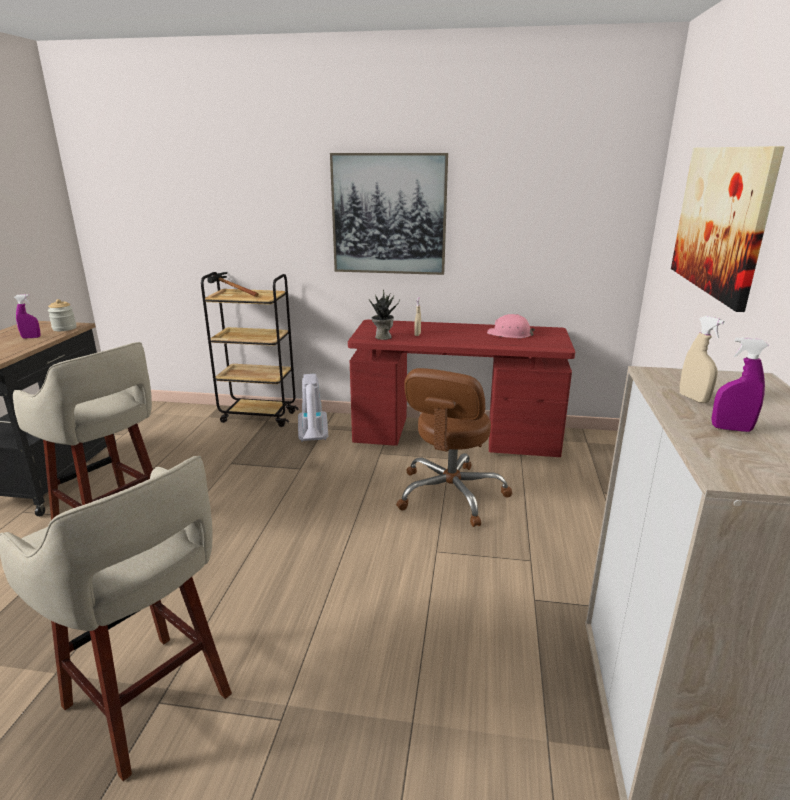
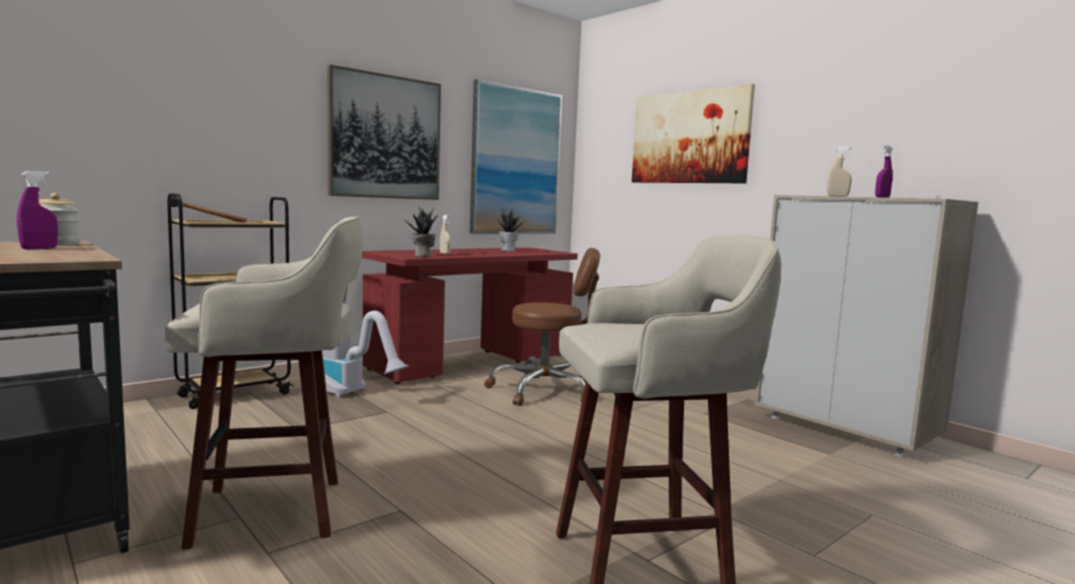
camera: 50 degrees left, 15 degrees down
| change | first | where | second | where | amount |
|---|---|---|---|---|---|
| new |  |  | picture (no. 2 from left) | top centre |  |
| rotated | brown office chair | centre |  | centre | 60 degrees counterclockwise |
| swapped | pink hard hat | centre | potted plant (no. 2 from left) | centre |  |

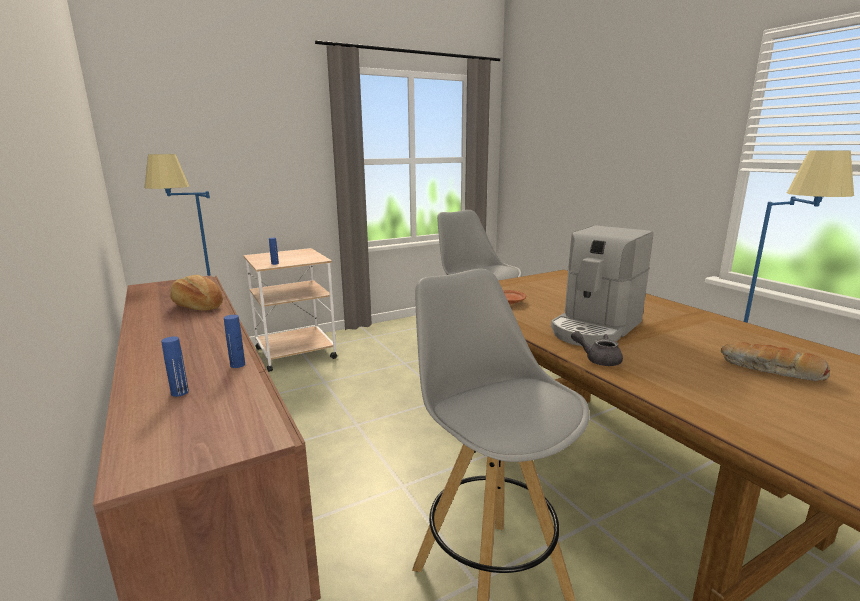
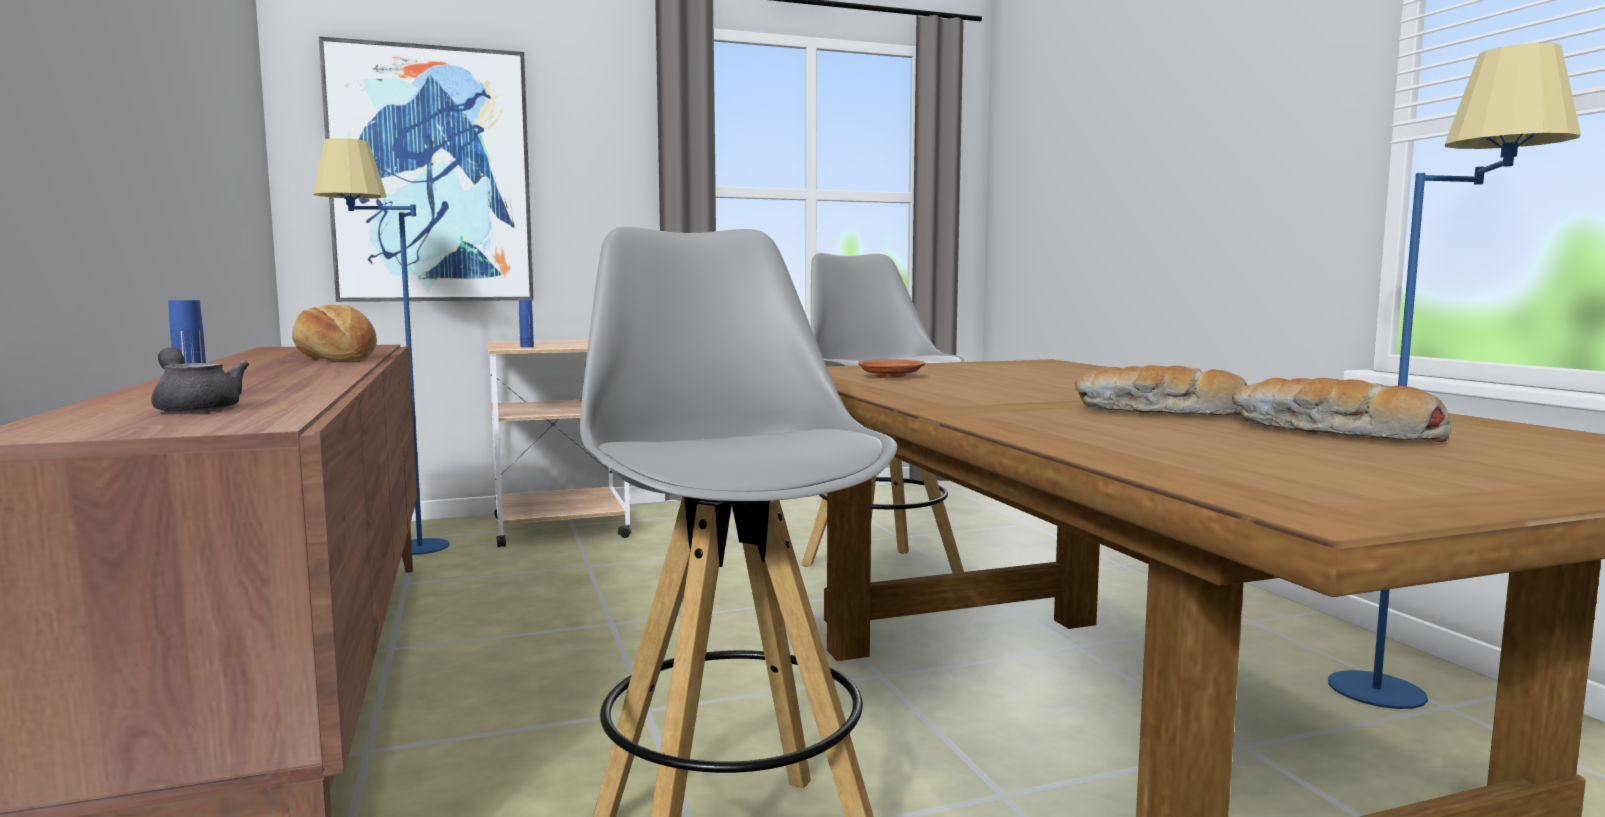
camera: 10 degrees right, 10 degrees down
| change | first | where | second | where | amount |
|---|---|---|---|---|---|
| shifted | grey teapot | middle right |  | middle left |  |
| new |  |  | picture | top left |  |
| new |  |  | bread (no. 2 from left) | middle right |  |
| gone | blue bottle (no. 2 from left) | middle left |  |  |  |
| gone | coffee machine | middle right |  |  |  |

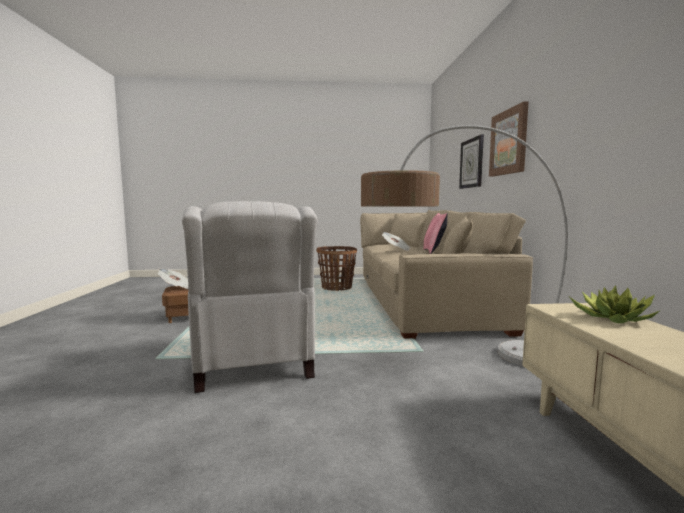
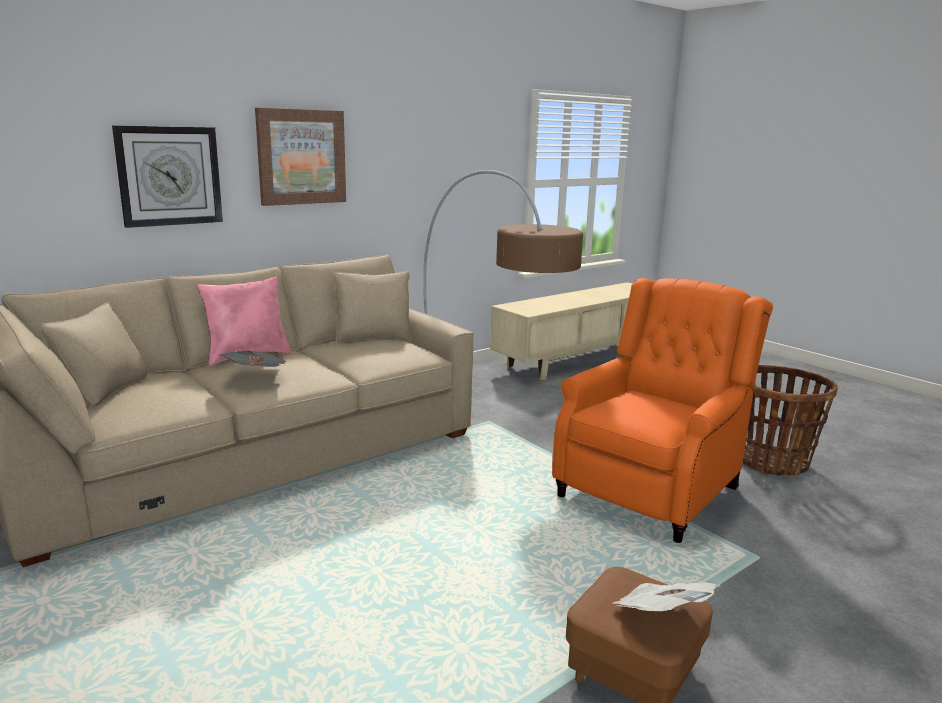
camera: 125 degrees left, 10 degrees up
| change | first | where | second | where | amount |
|---|---|---|---|---|---|
| repainted | white armchair | centre | orange armchair | middle right |  |
| shifted | basket | centre |  | middle right |  |
| gone | potted plant | middle right |  |  |  |

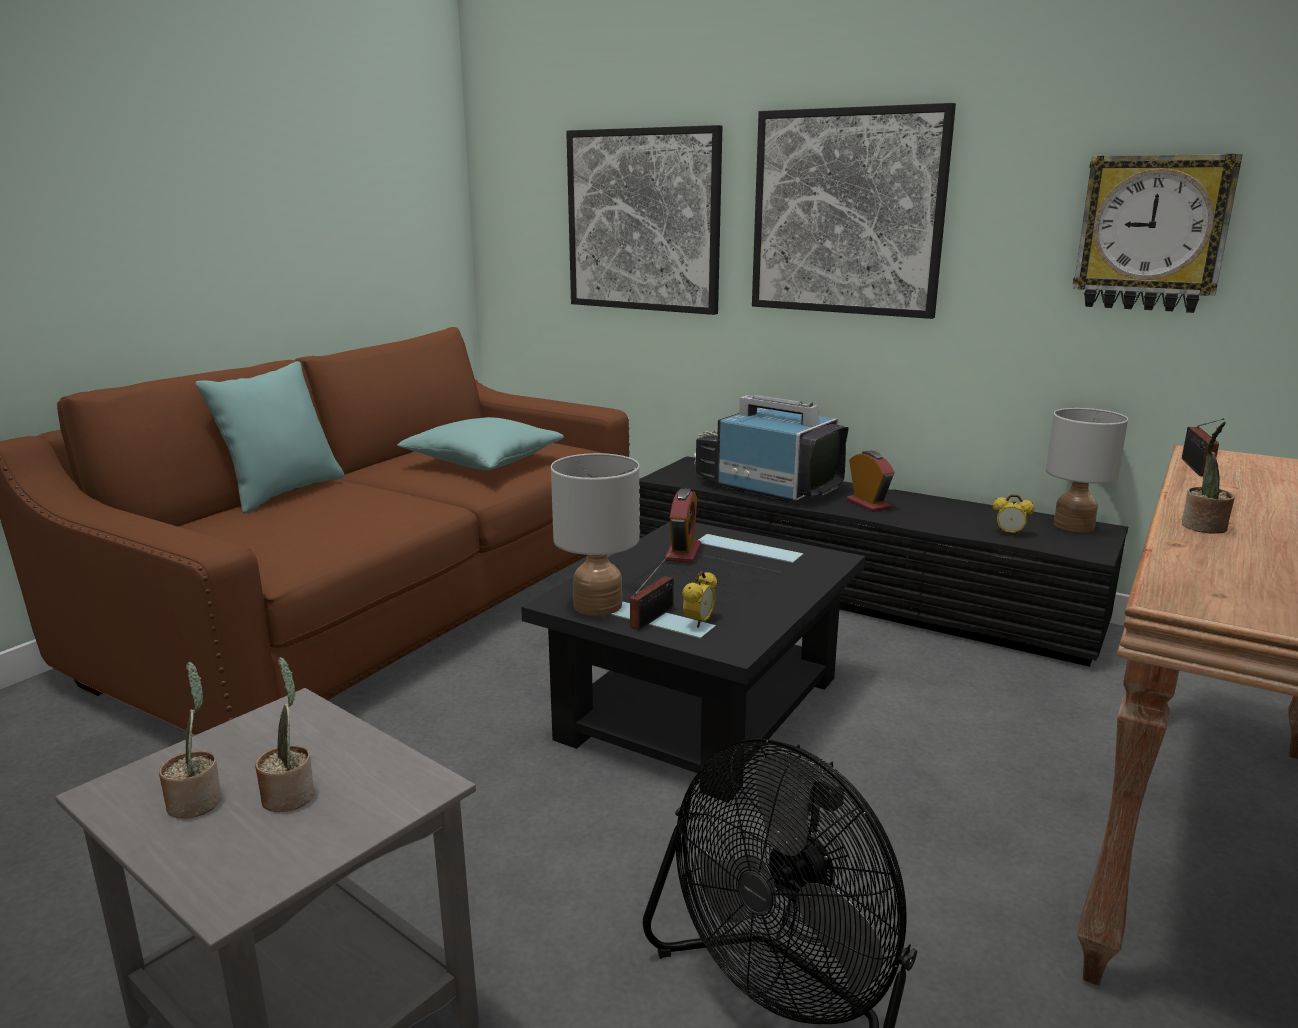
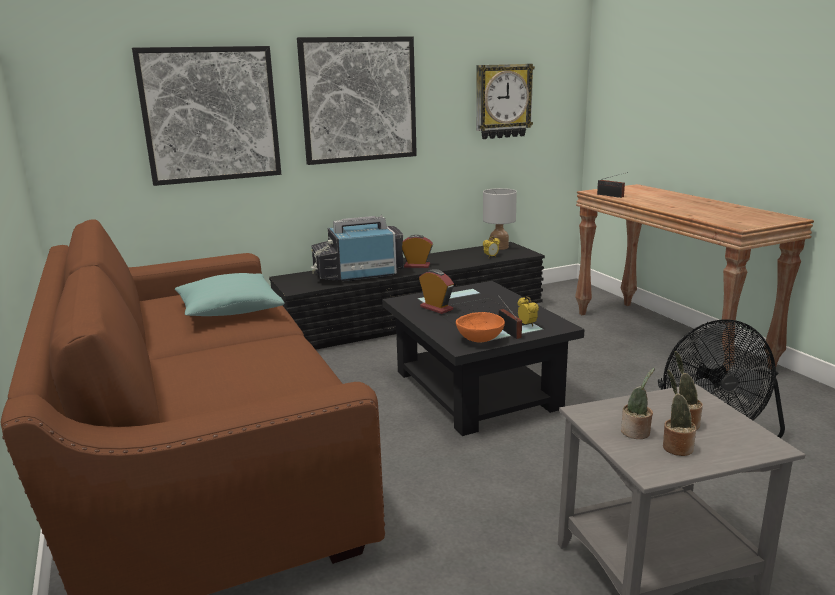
camera: 55 degrees left, 0 degrees up
| change | first | where | second | where | amount |
|---|---|---|---|---|---|
| swapped | grey table lamp (no. 1 from left) | centre | orange bowl | centre |  |
| shifted | potted plant (no. 3 from left in the first image) | middle right | potted plant (no. 1 from left) | bottom right |  |
| gone | turquoise pillow (no. 1 from left) | middle left |  |  |  |

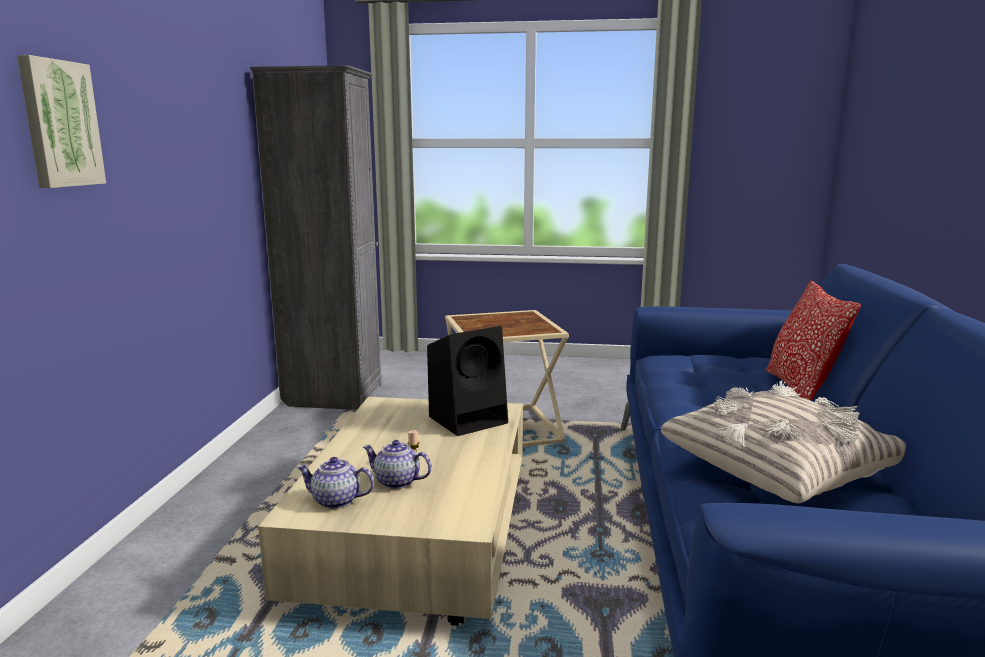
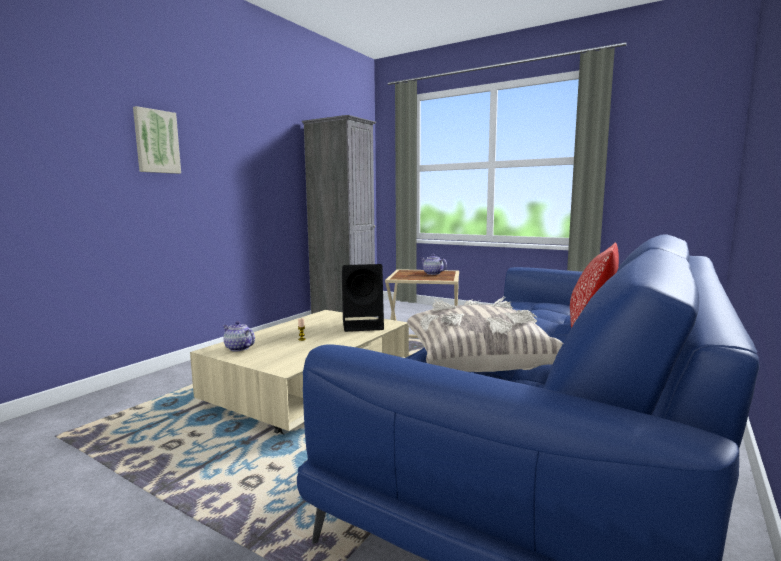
camera: 25 degrees right, 5 degrees down
| change | first | where | second | where | amount |
|---|---|---|---|---|---|
| shifted | teapot (no. 2 from left) | bottom centre |  | centre |  |

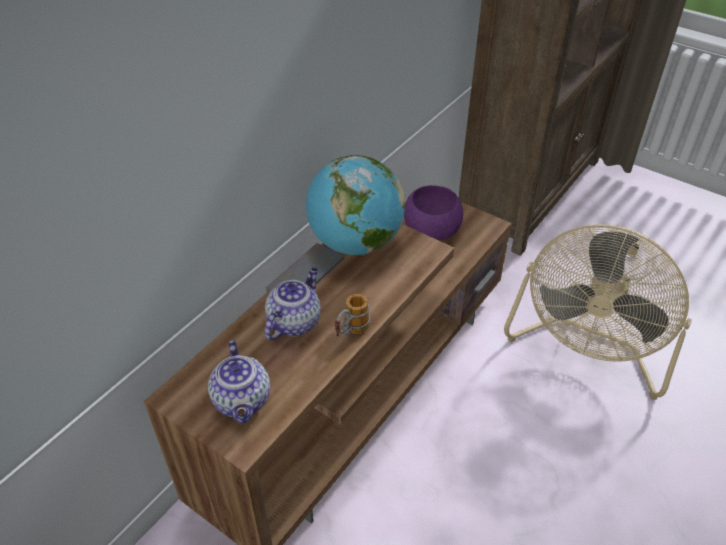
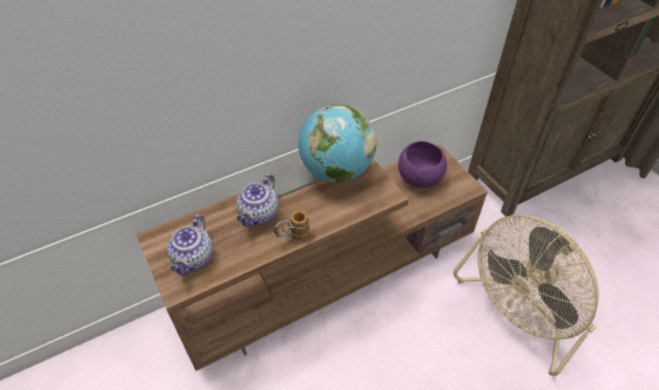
camera: 25 degrees right, 5 degrees up
| change | first | where | second | where | amount |
|---|---|---|---|---|---|
| rotated | teapot (no. 2 from left) | centre |  | centre | 150 degrees clockwise |

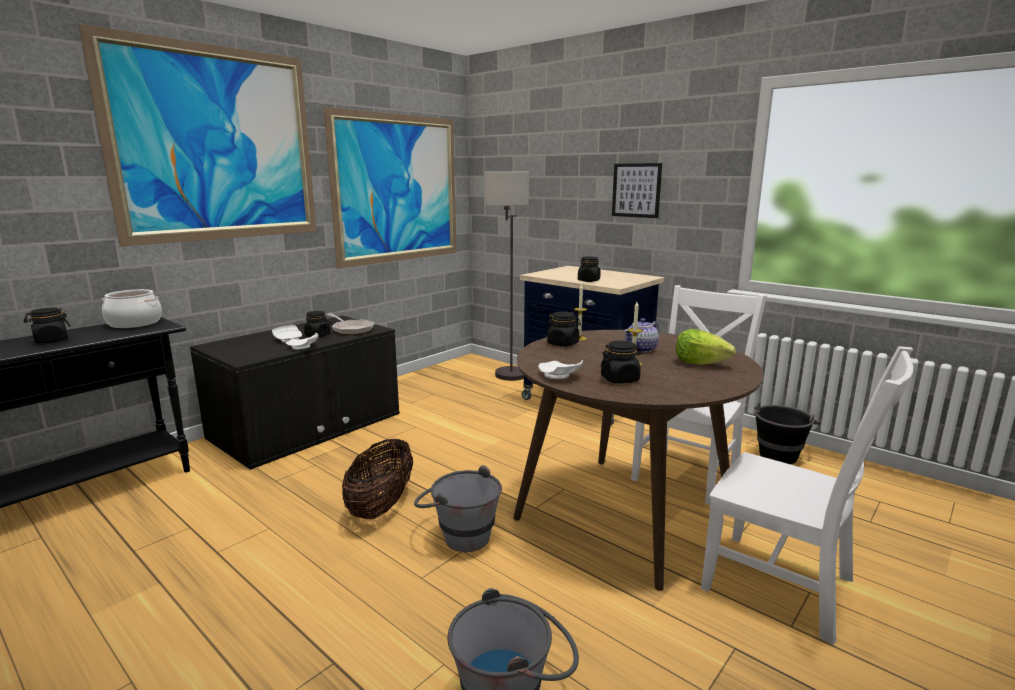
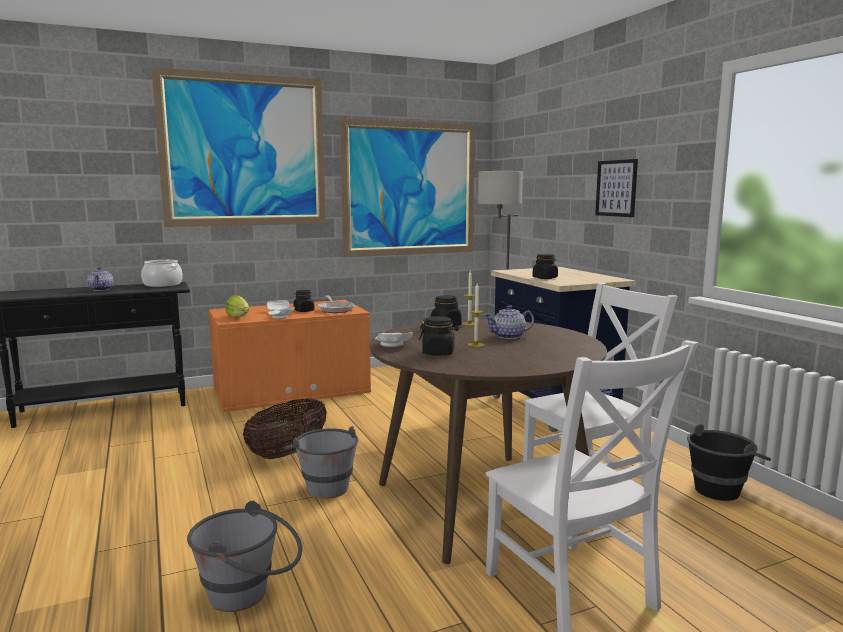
camera: 25 degrees right, 5 degrees down
| change | first | where | second | where | amount |
|---|---|---|---|---|---|
| swapped | black jar (no. 1 from left) | middle left | teapot (no. 1 from left) | middle left |  |
| repainted | black cabinet | middle left | orange cabinet | centre |  |
| shifted | lettuce | middle right |  | middle left |  |

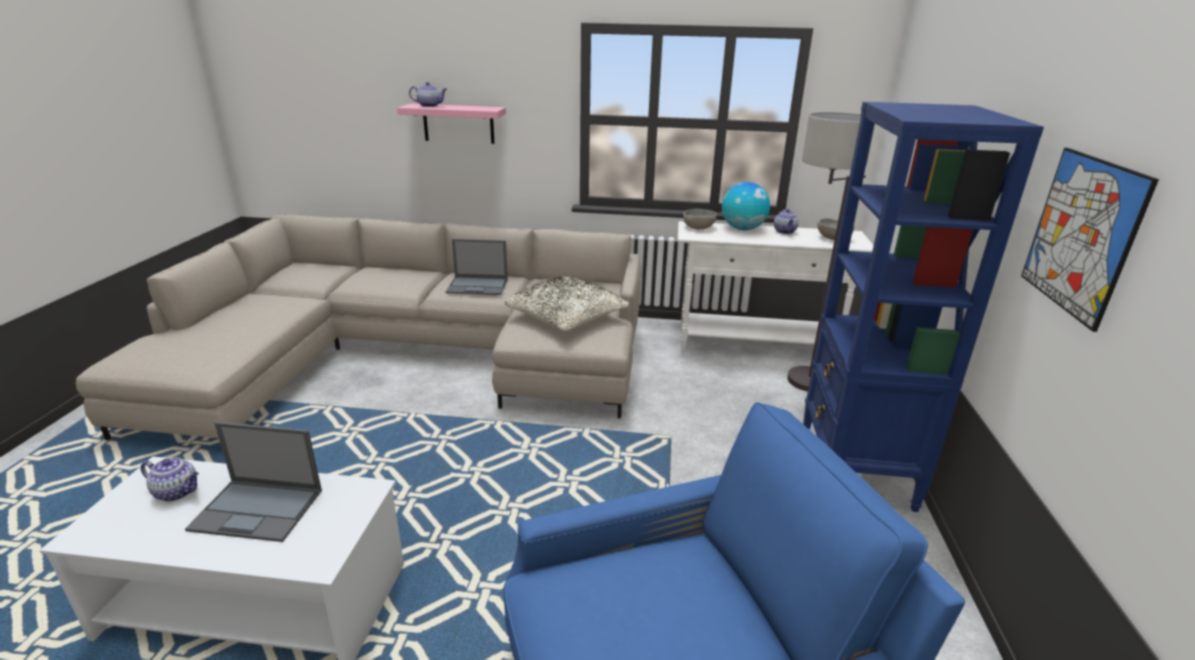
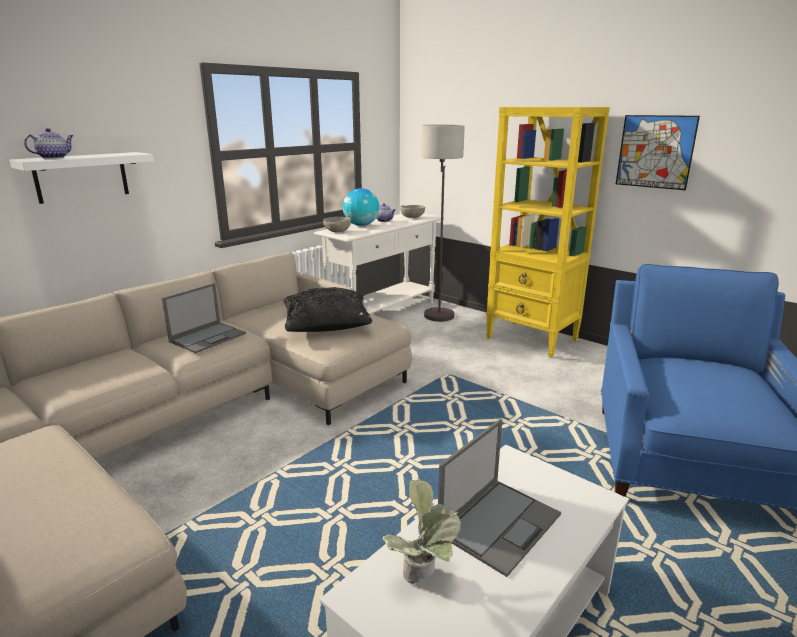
camera: 55 degrees left, 5 degrees down
| change | first | where | second | where | amount |
|---|---|---|---|---|---|
| repainted | pink shelf | top centre | white shelf | top left |  |
| repainted | beige pillow | centre | black pillow | centre |  |
| swapped | teapot (no. 1 from left) | bottom left | potted plant | bottom centre |  |
| repainted | blue bookcase | middle right | yellow bookcase | middle right |  |

